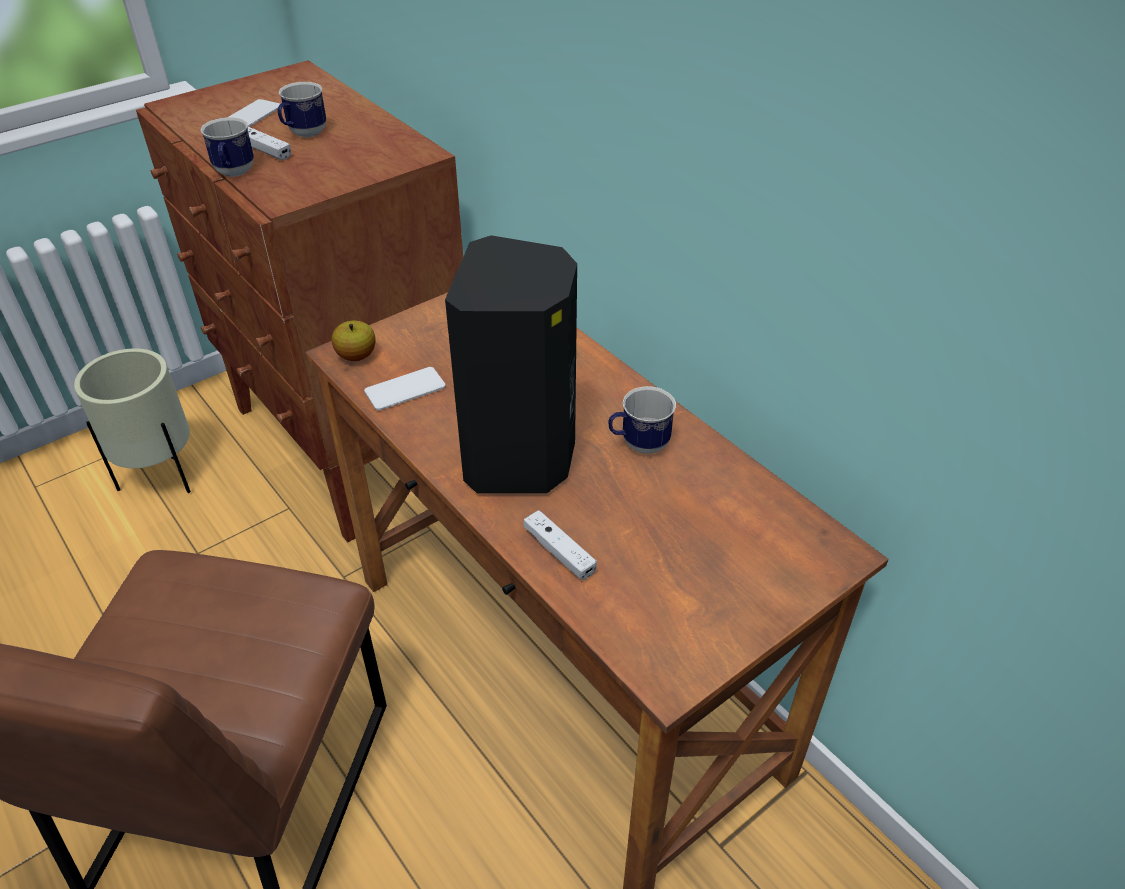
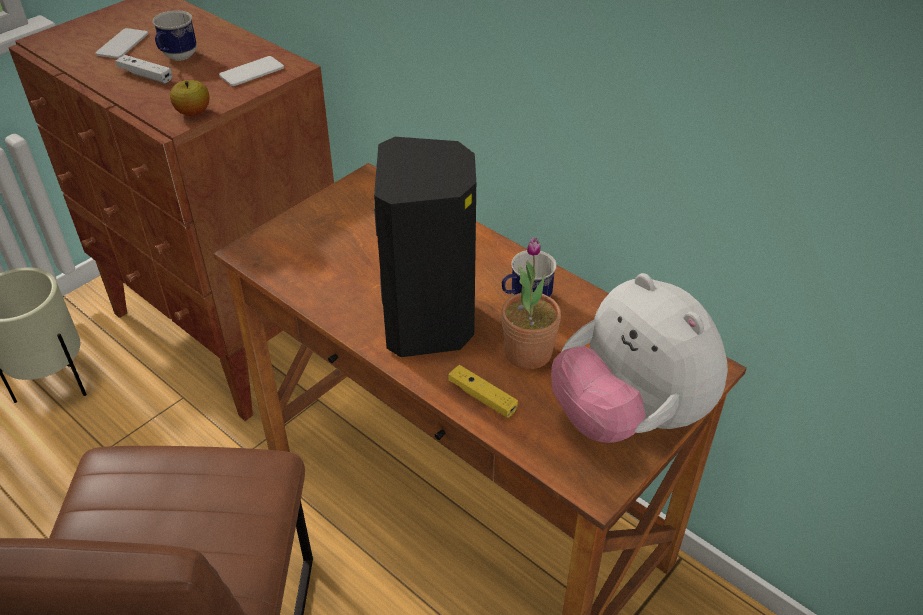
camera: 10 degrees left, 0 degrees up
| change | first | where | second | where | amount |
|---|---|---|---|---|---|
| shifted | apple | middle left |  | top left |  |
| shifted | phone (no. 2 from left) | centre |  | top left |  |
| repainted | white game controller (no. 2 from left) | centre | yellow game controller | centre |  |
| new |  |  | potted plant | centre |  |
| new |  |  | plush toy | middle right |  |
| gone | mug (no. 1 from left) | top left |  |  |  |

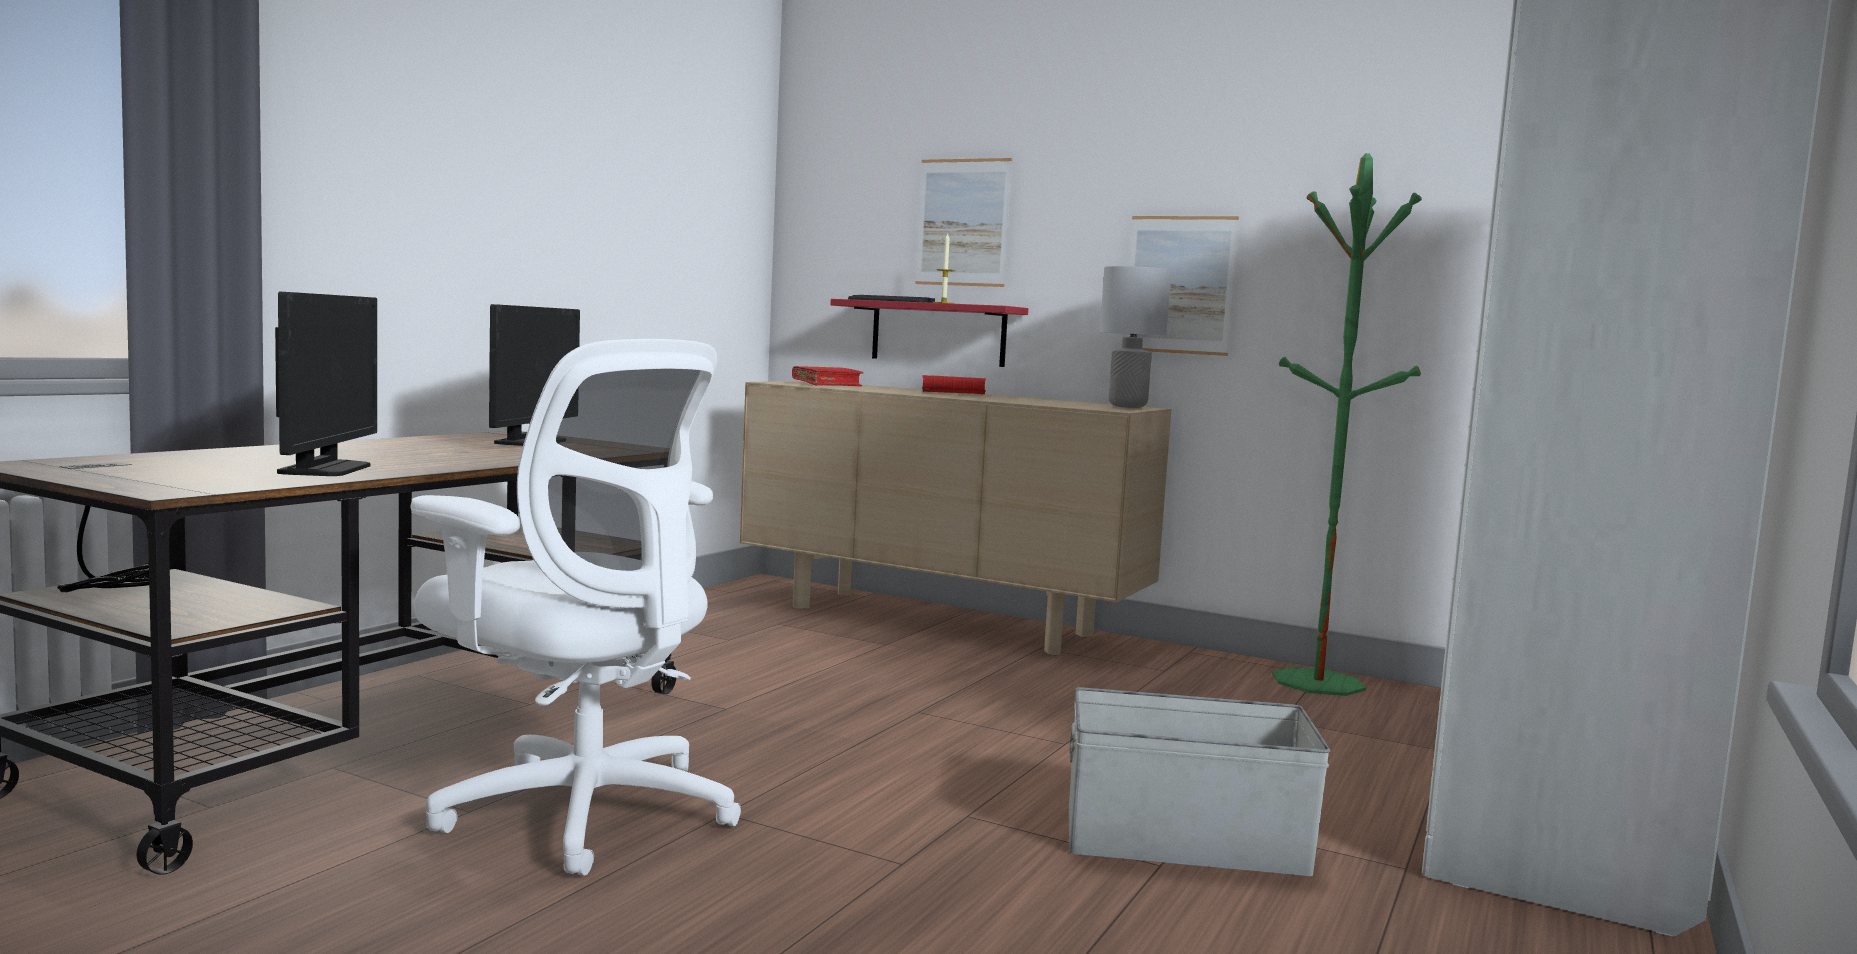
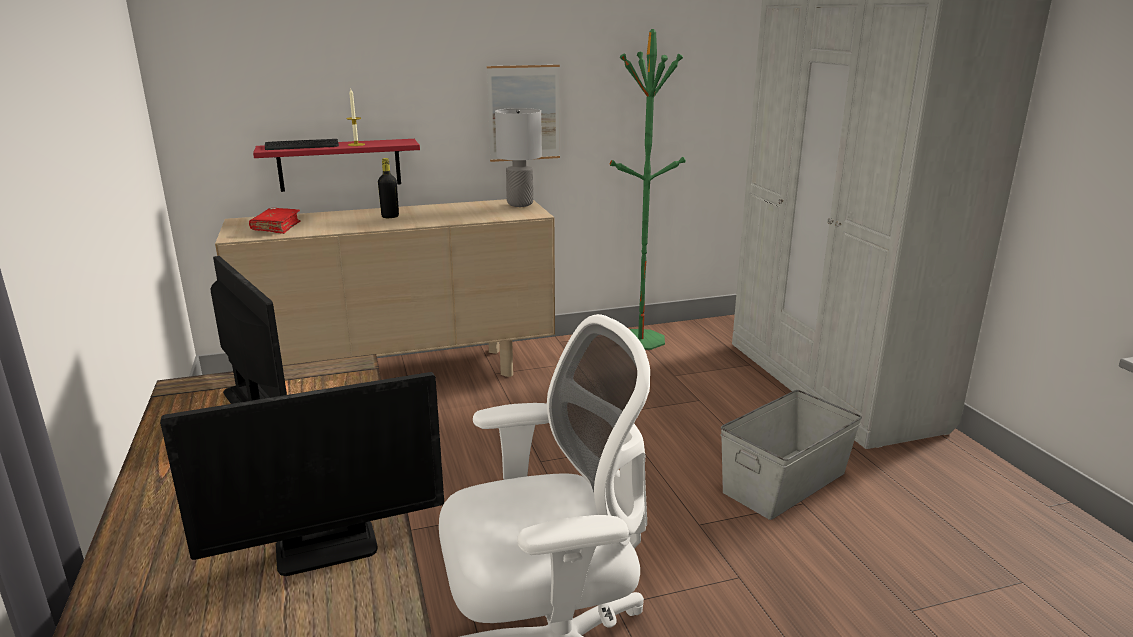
camera: 45 degrees left, 15 degrees up
| change | first | where | second | where | amount |
|---|---|---|---|---|---|
| rotated | monitor (no. 1 from left in the first image) | middle left | monitor (no. 2 from left) | bottom left | 120 degrees clockwise |
| swapped | red book (no. 2 from left) | centre | black bottle | top centre |  |
| gone | picture (no. 1 from left) | top centre |  |  |  |

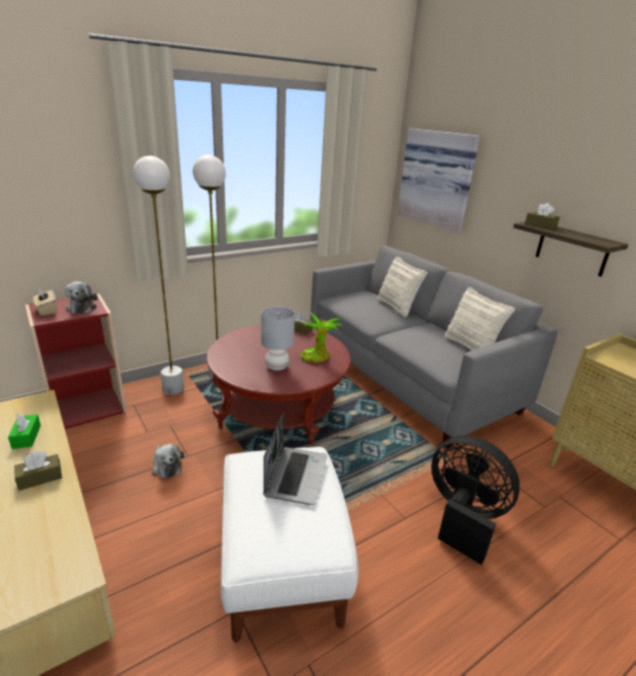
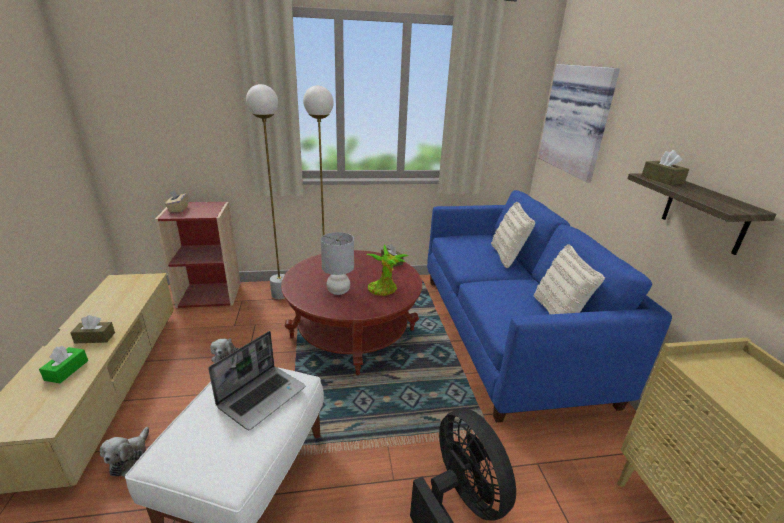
camera: 25 degrees right, 0 degrees up
| change | first | where | second | where | amount |
|---|---|---|---|---|---|
| shifted | green tissue box | middle left |  | bottom left |  |
| shifted | plush toy (no. 1 from left) | middle left |  | bottom left |  |
| repainted | grey sofa | middle right | blue sofa | middle right |  |

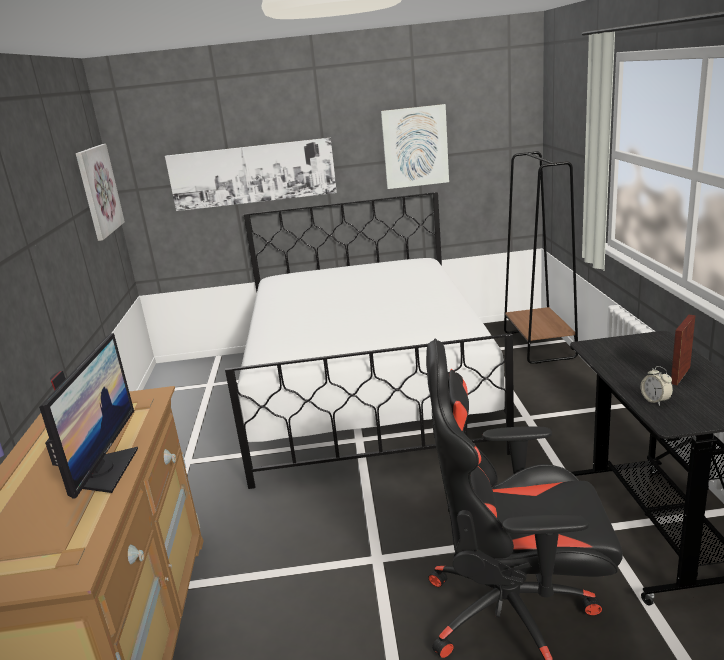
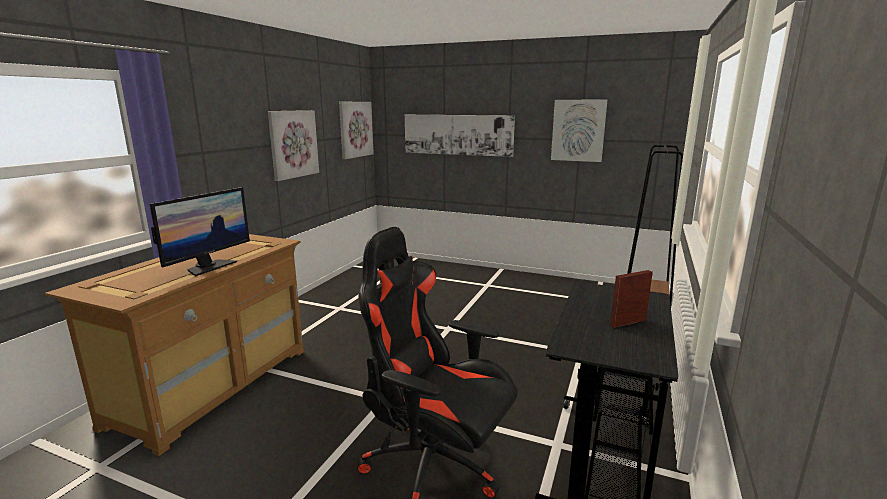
camera: 25 degrees right, 5 degrees down
| change | first | where | second | where | amount |
|---|---|---|---|---|---|
| new |  |  | picture (no. 1 from left) | top left |  |
| gone | white bed | centre |  |  |  |
| gone | alarm clock | middle right |  |  |  |

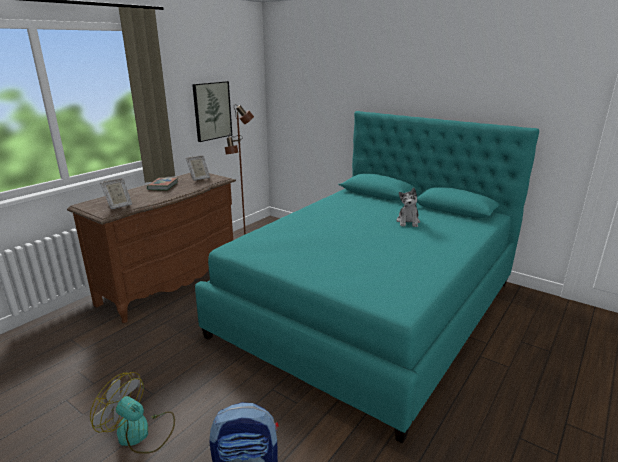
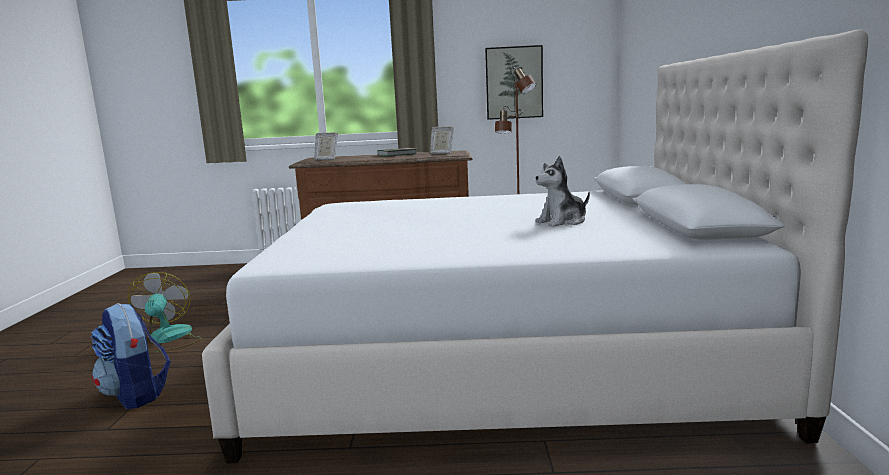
camera: 55 degrees right, 10 degrees down
| change | first | where | second | where | amount |
|---|---|---|---|---|---|
| repainted | turquoise bed | centre | white bed | centre |  |

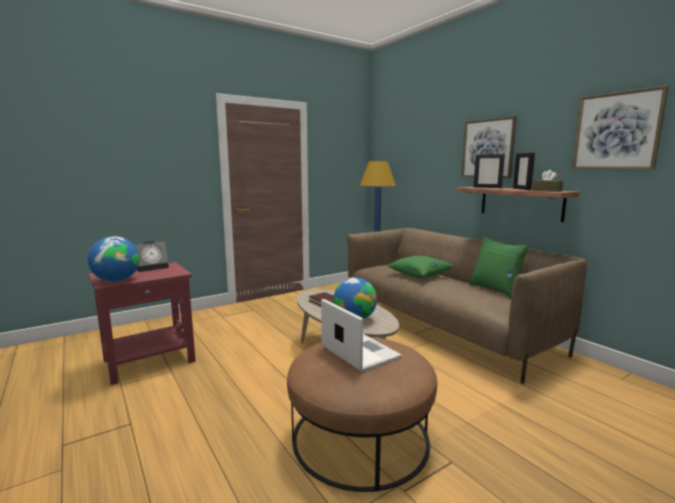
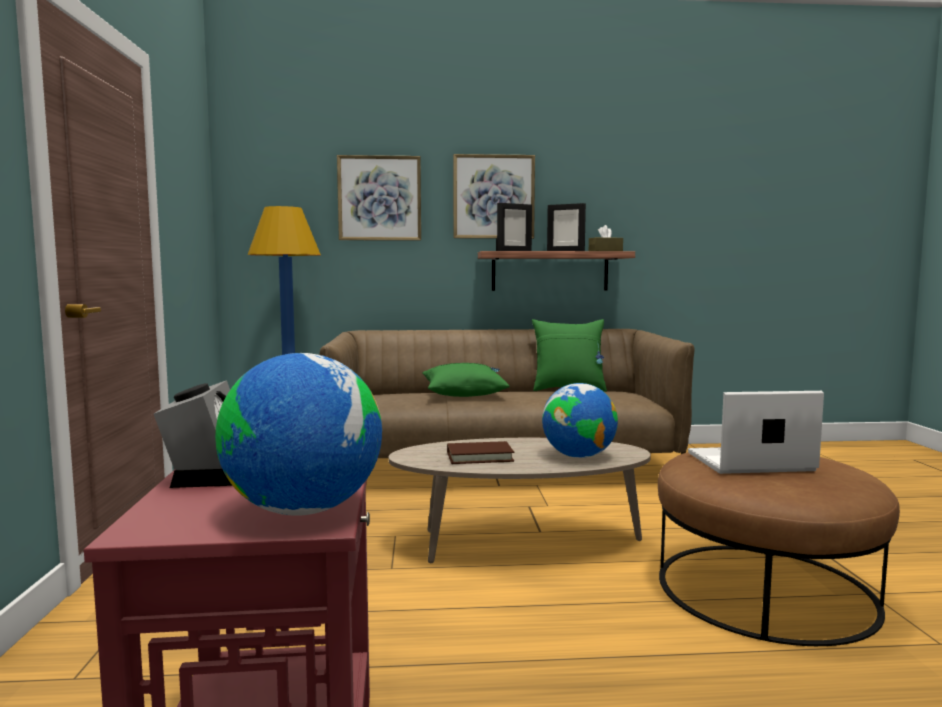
camera: 60 degrees left, 5 degrees down
| change | first | where | second | where | amount |
|---|---|---|---|---|---|
| shifted | picture (no. 2 from left in the first image) | top right | picture (no. 1 from left) | top centre |  |

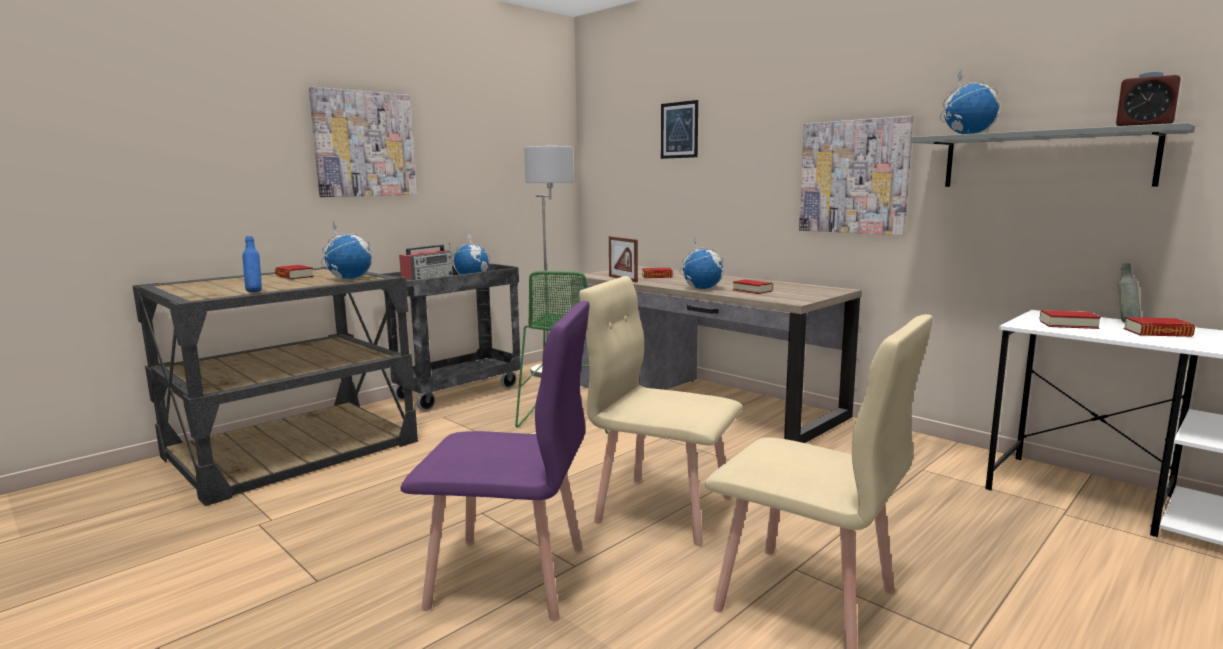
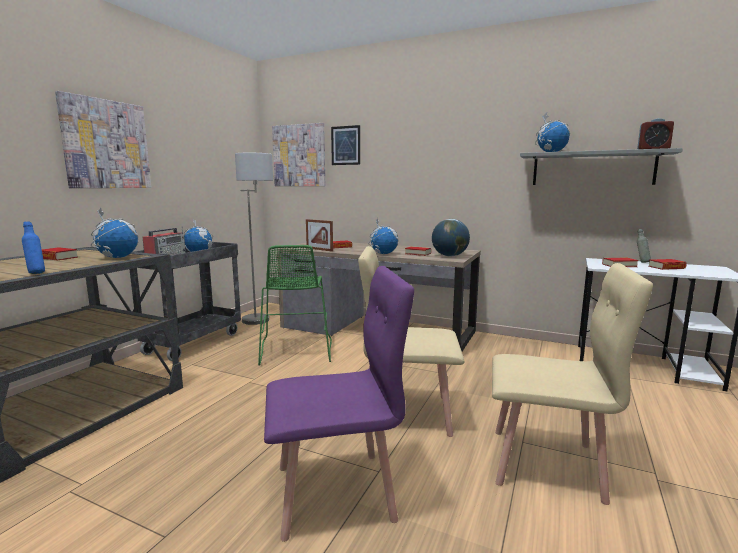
camera: 20 degrees left, 0 degrees up
| change | first | where | second | where | amount |
|---|---|---|---|---|---|
| shifted | picture (no. 3 from left in the first image) | top right | picture (no. 2 from left) | top centre |  |
| new |  |  | globe (no. 4 from left) | centre |  |

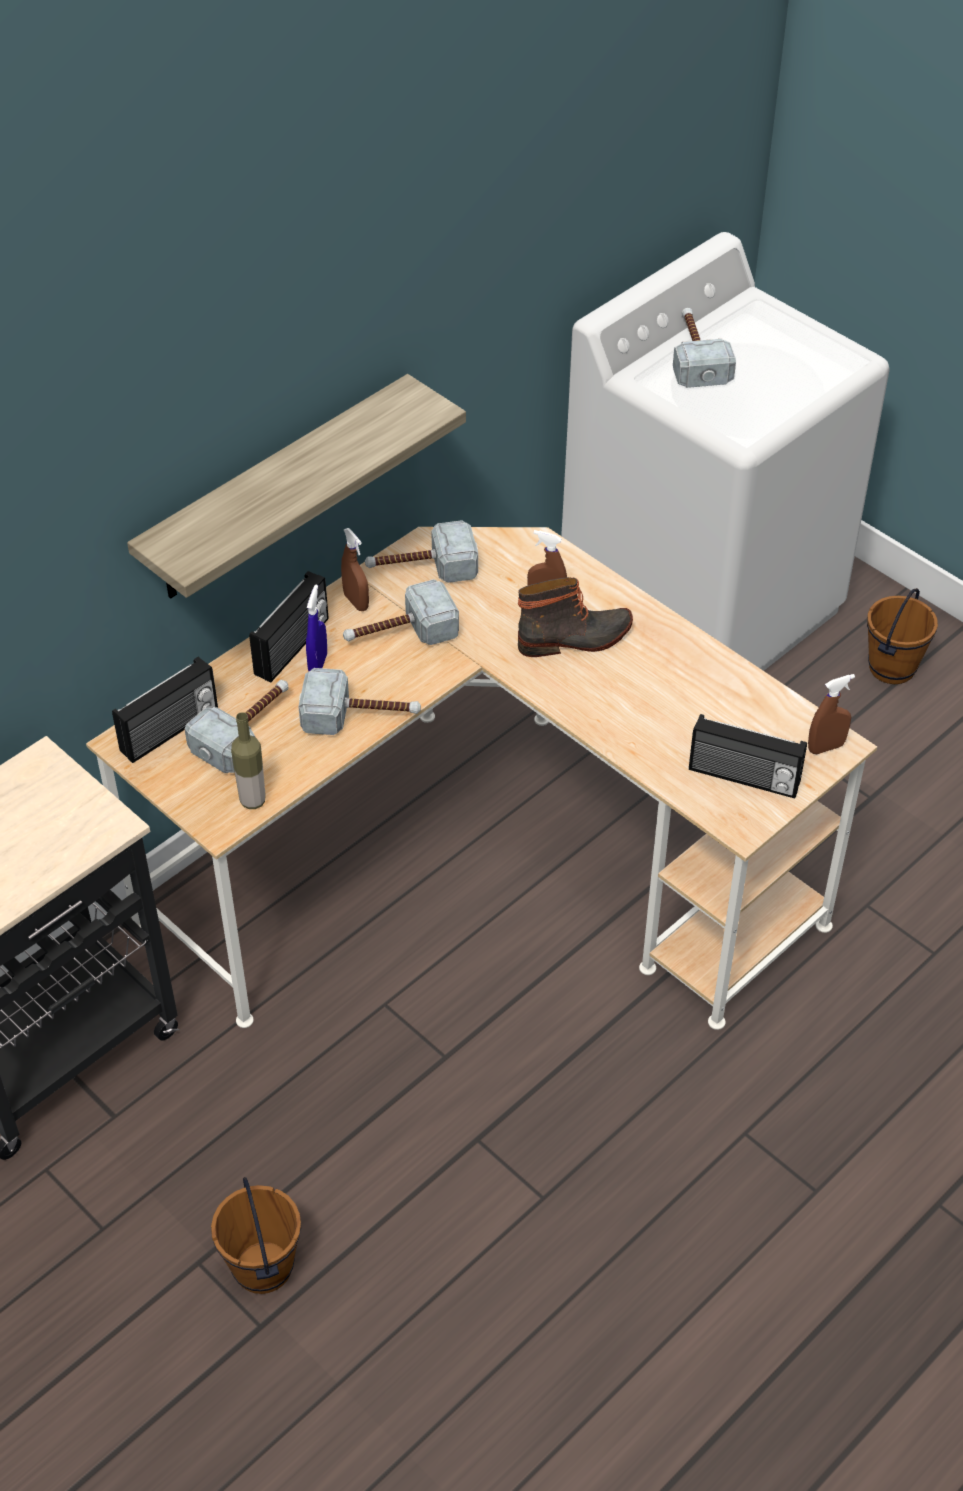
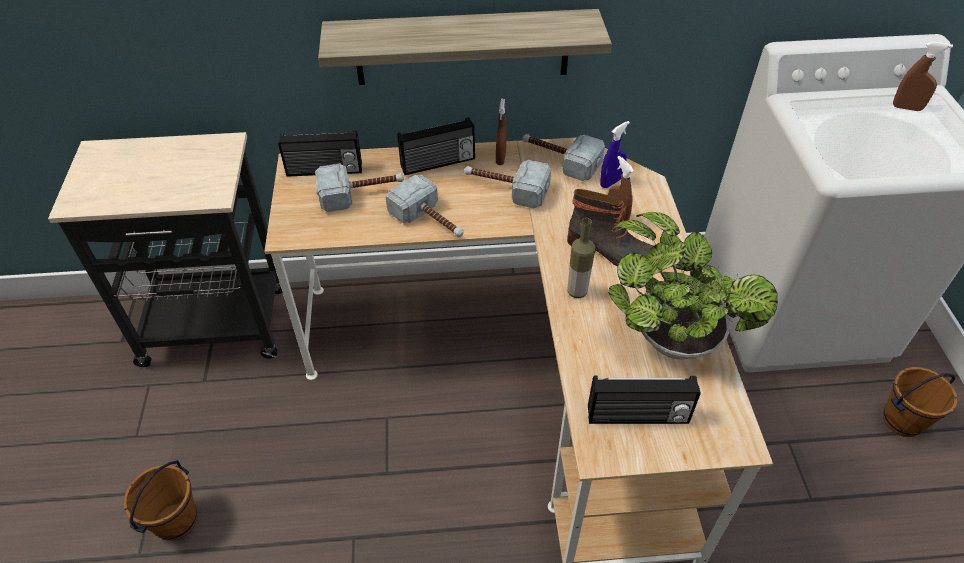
camera: 40 degrees right, 0 degrees up
| change | first | where | second | where | amount |
|---|---|---|---|---|---|
| shifted | bottle | middle left |  | centre |  |
| rotated | radio (no. 3 from left) | middle right |  | bottom right | 60 degrees counterclockwise |
| shifted | blue spray bottle | middle left |  | top centre |  |
| new |  |  | potted plant | middle right |  |
| shifted | brown spray bottle (no. 3 from left) | middle right |  | top right |  |
| gone | hammer (no. 5 from left) | top right |  |  |  |

